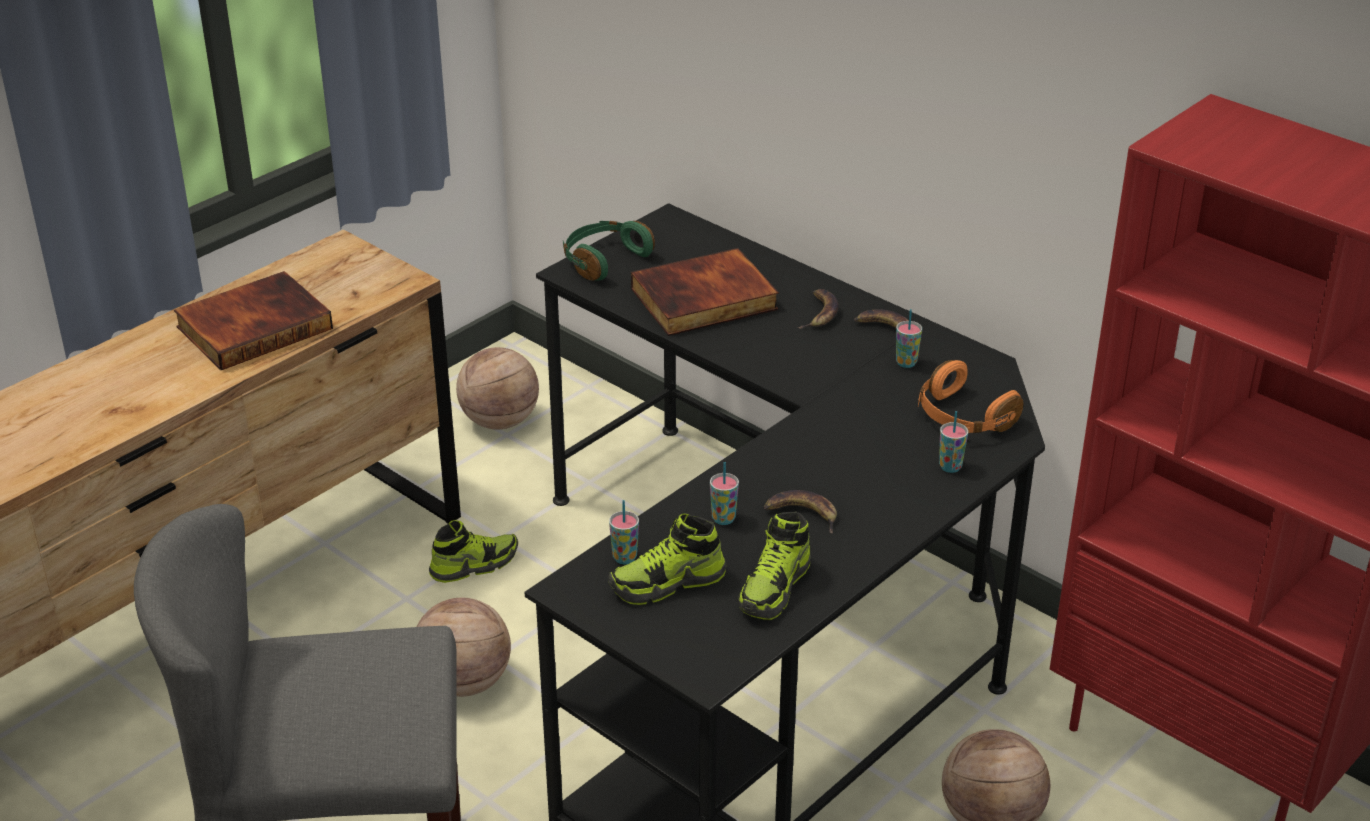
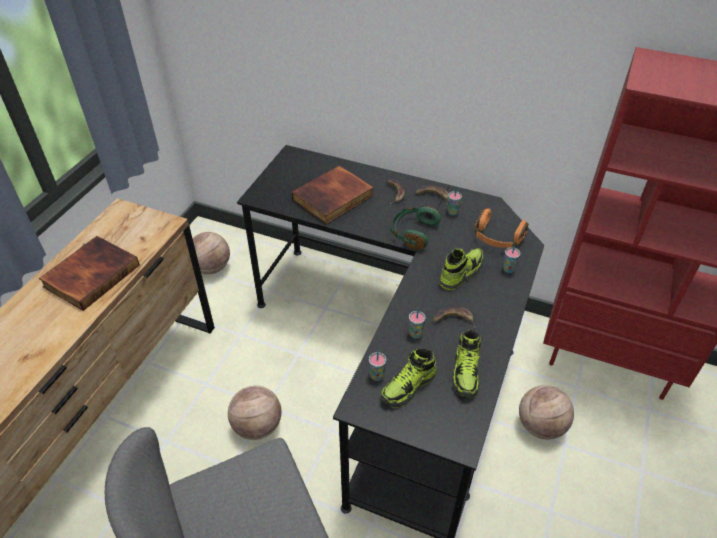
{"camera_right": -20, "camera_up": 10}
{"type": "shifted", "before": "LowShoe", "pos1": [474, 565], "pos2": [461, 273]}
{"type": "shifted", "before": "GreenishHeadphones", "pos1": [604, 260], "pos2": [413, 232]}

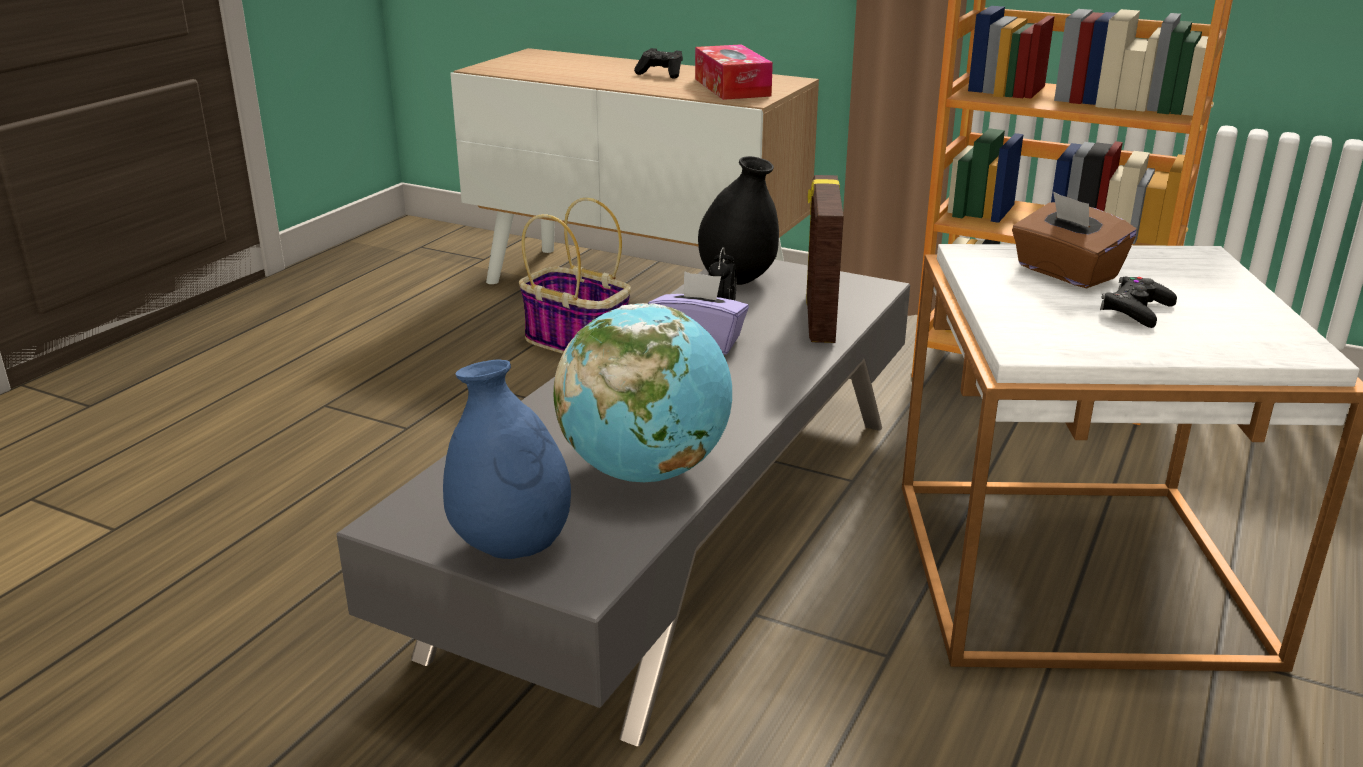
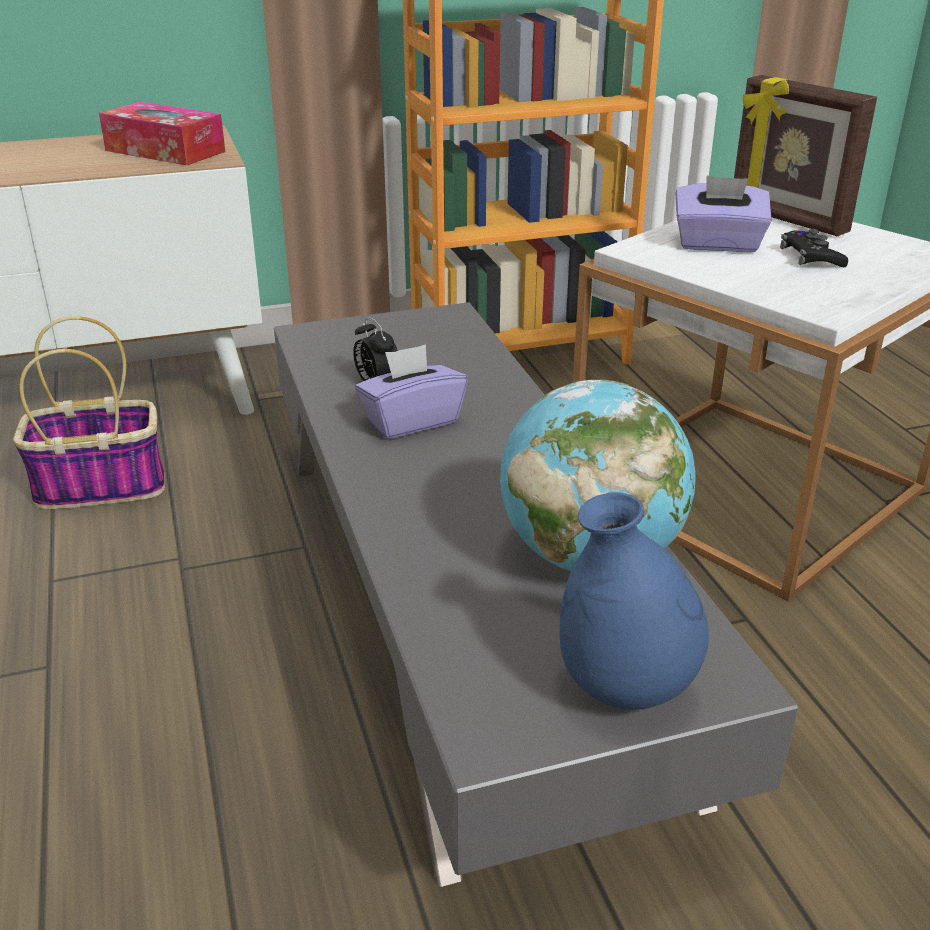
{"camera_right": -45, "camera_up": 5}
{"type": "gone", "before": "BlackGameController", "pos1": [661, 74]}
{"type": "gone", "before": "BlackVase", "pos1": [737, 279]}
{"type": "shifted", "before": "PictureFrame", "pos1": [818, 318], "pos2": [786, 220]}
{"type": "repainted", "before": "BrownTissueBox", "after": "PurpleColouredTissueBox", "pos1": [1065, 273], "pos2": [717, 244]}

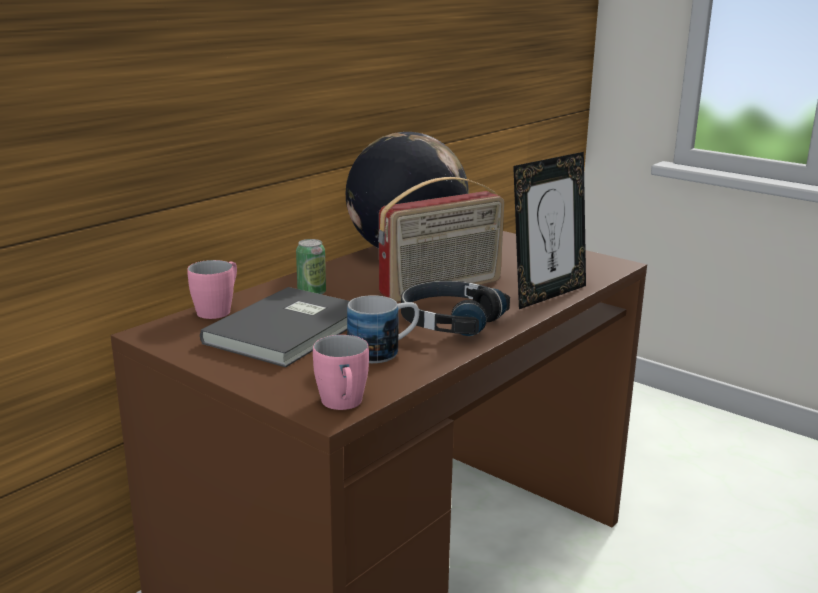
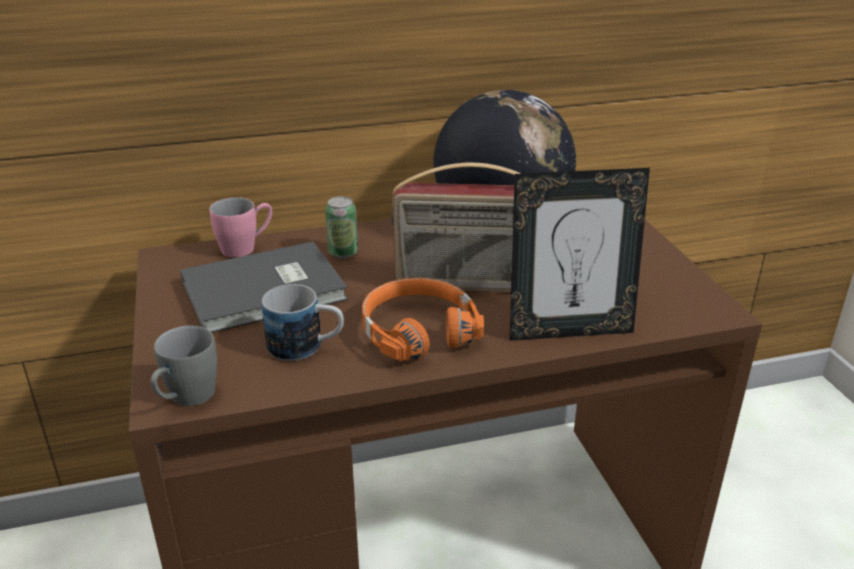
{"camera_right": 35, "camera_up": 10}
{"type": "repainted", "before": "PinkColouredCoffeeMug", "after": "GrayCoffeeMug", "pos1": [344, 405], "pos2": [186, 399]}
{"type": "repainted", "before": "BlackHeadphones", "after": "OrangeHeadphones", "pos1": [449, 321], "pos2": [418, 331]}

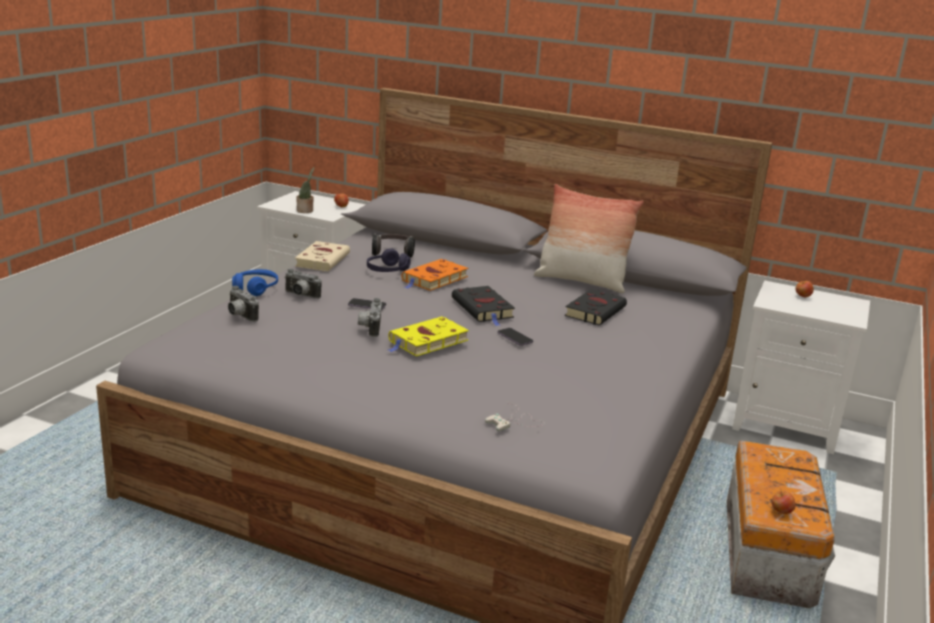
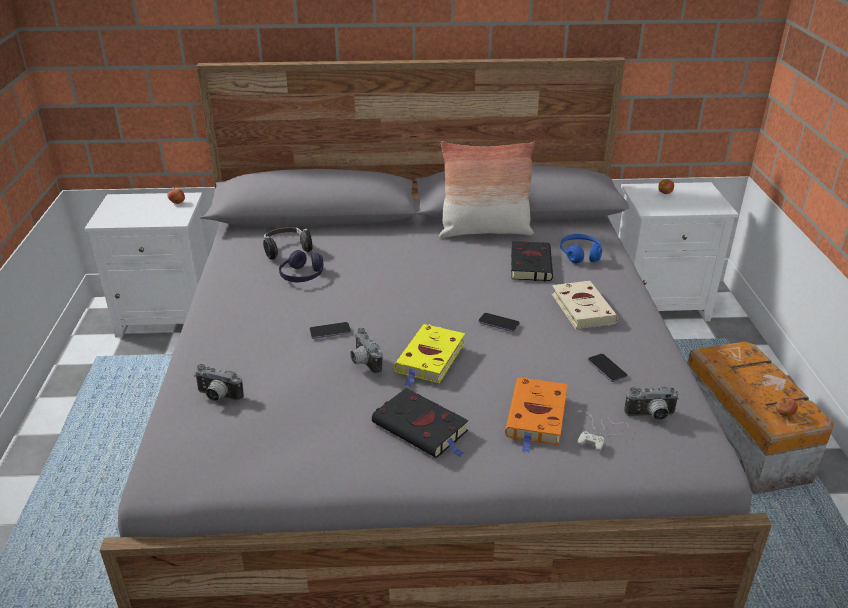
{"camera_right": -25, "camera_up": 10}
{"type": "shifted", "before": "BluishHeadphones", "pos1": [255, 288], "pos2": [580, 255]}
{"type": "shifted", "before": "PhotoCamera", "pos1": [300, 295], "pos2": [651, 416]}
{"type": "shifted", "before": "SandColouredVolume", "pos1": [323, 260], "pos2": [581, 307]}
{"type": "gone", "before": "PlantInAPot", "pos1": [306, 211]}
{"type": "shifted", "before": "OrangeVolume", "pos1": [434, 279], "pos2": [537, 417]}
{"type": "shifted", "before": "BlackVolume", "pos1": [483, 309], "pos2": [422, 428]}
{"type": "new", "after": "Phone", "pos2": [607, 369]}

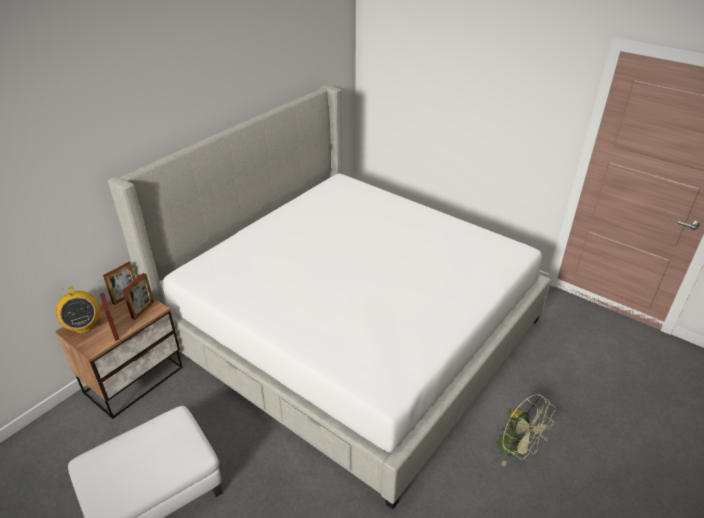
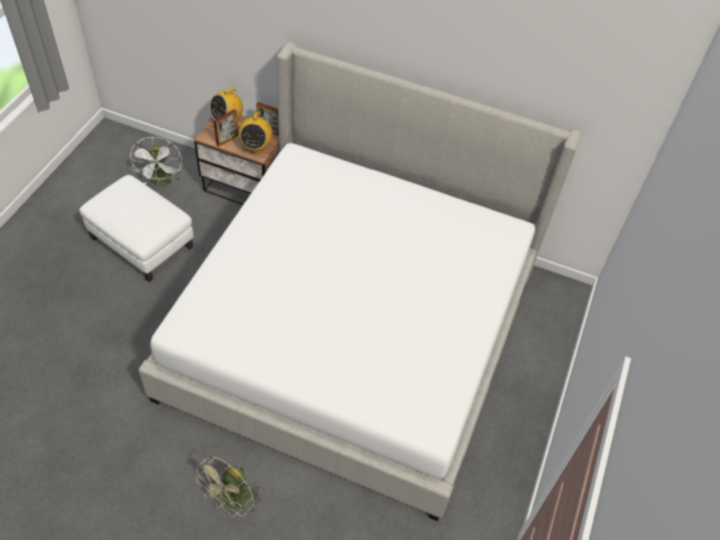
{"camera_right": 70, "camera_up": 15}
{"type": "swapped", "before": "PictureFrame", "after": "RadioReceiver", "pos1": [143, 310], "pos2": [256, 147]}
{"type": "new", "after": "WhiteColouredCoolingFan", "pos2": [162, 182]}

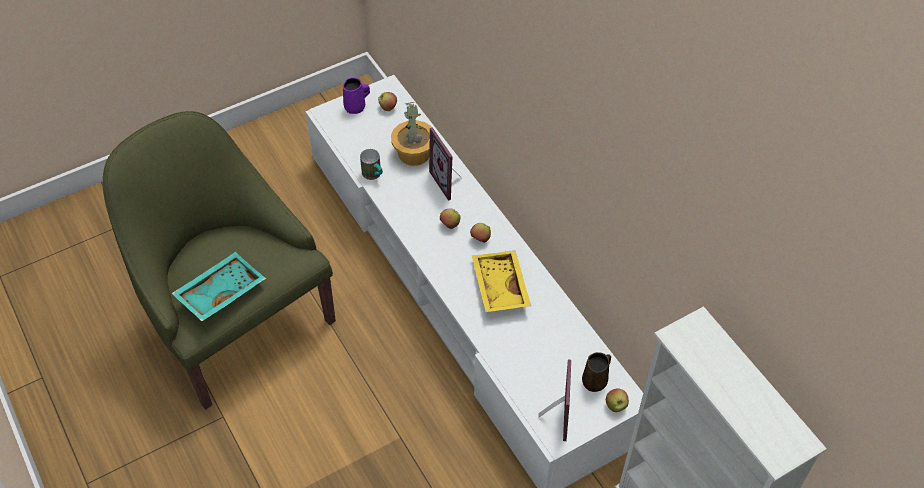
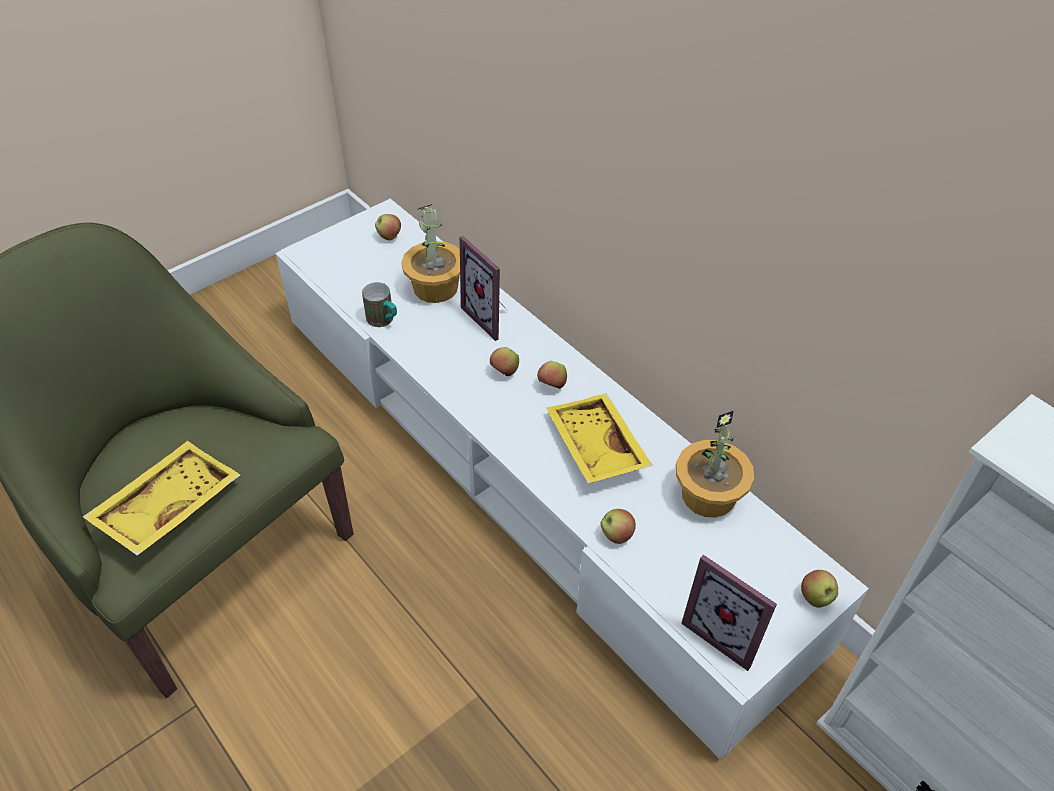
{"camera_right": -10, "camera_up": -5}
{"type": "repainted", "before": "TurquoiseColouredTray", "after": "YellowColouredTray", "pos1": [220, 291], "pos2": [167, 505]}
{"type": "gone", "before": "PurpleColouredCoffeeMug", "pos1": [356, 107]}
{"type": "rotated", "before": "PictureFrame", "pos1": [552, 417], "pos2": [726, 631], "turn": 135}
{"type": "gone", "before": "BrownCoffeeMug", "pos1": [595, 381]}
{"type": "new", "after": "Apple", "pos2": [616, 535]}
{"type": "new", "after": "PlantInAPot", "pos2": [709, 495]}

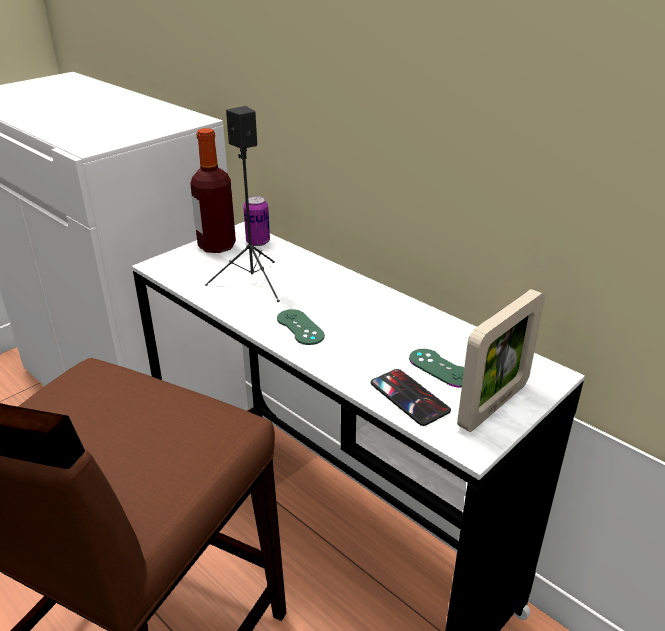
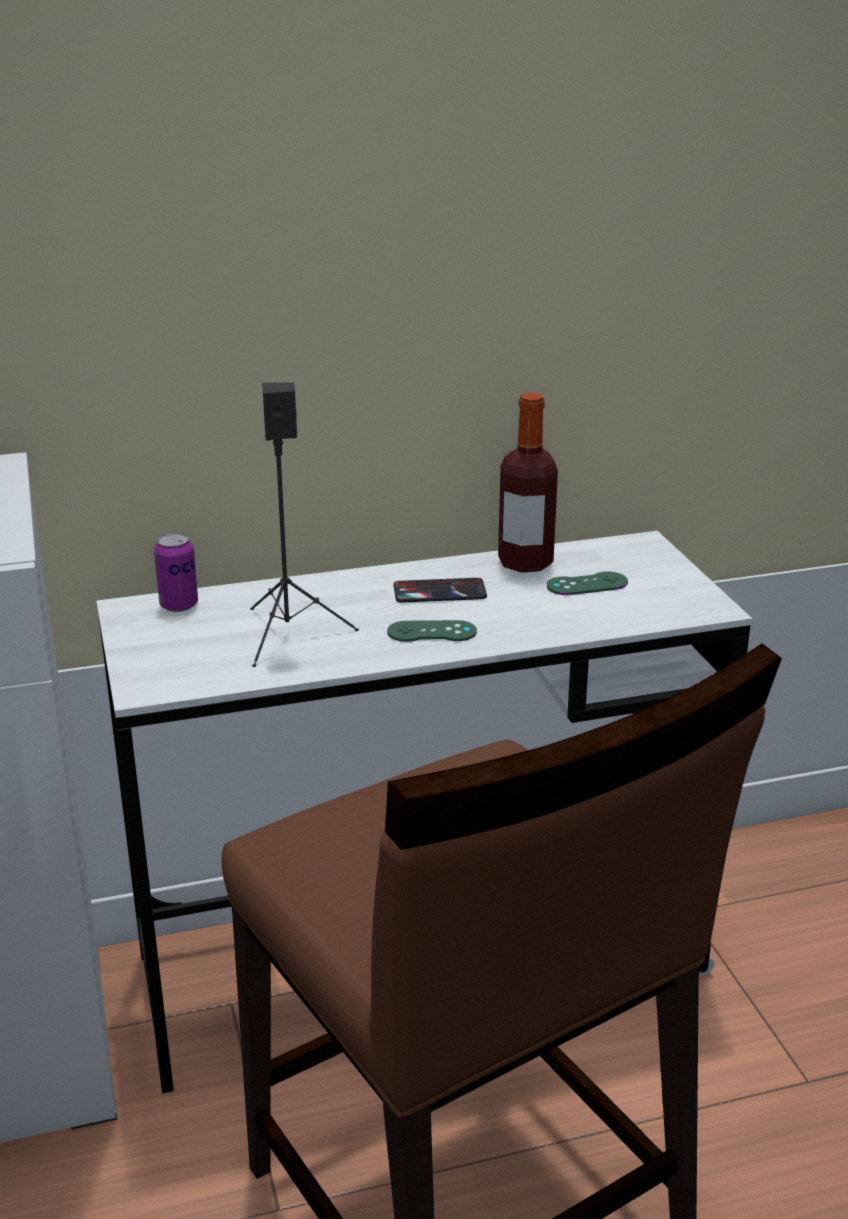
{"camera_right": -60, "camera_up": -5}
{"type": "shifted", "before": "Bottle", "pos1": [217, 246], "pos2": [525, 563]}
{"type": "shifted", "before": "Phone", "pos1": [409, 397], "pos2": [439, 591]}
{"type": "gone", "before": "PictureFrame", "pos1": [493, 405]}

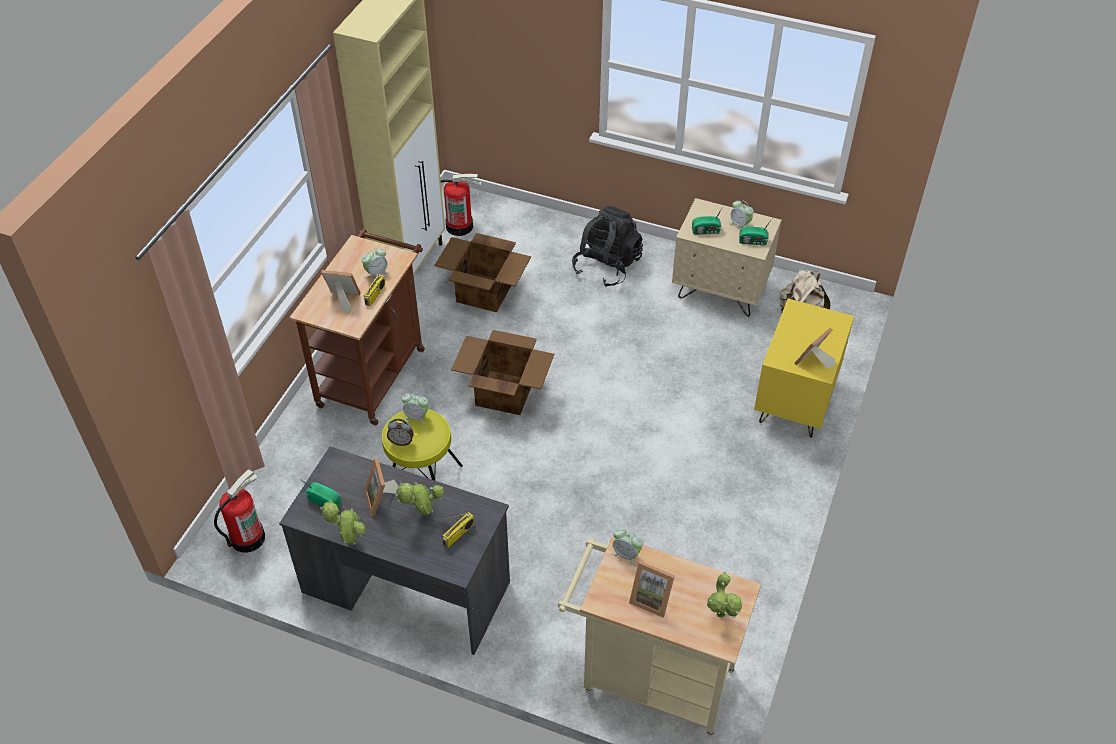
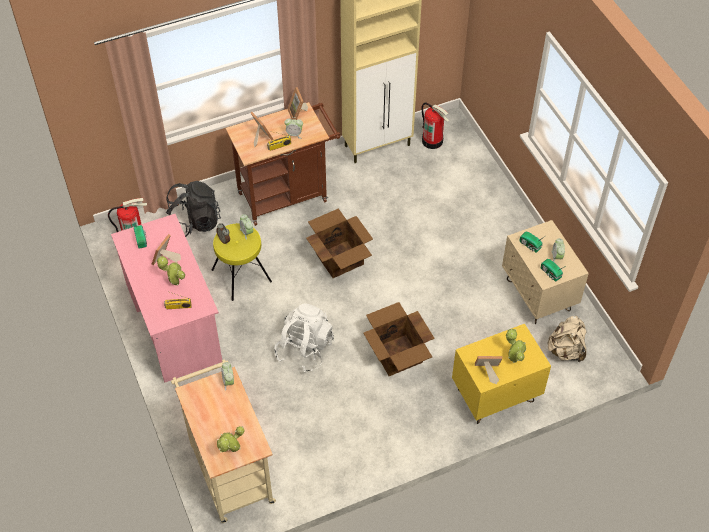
{"camera_right": 45, "camera_up": 5}
{"type": "repainted", "before": "GrayDesk", "after": "PinkColouredDesk", "pos1": [406, 587], "pos2": [173, 322]}
{"type": "shifted", "before": "PlantInAPot", "pos1": [350, 541], "pos2": [513, 359]}
{"type": "shifted", "before": "PackingBox", "pos1": [485, 292], "pos2": [397, 356]}
{"type": "shifted", "before": "BlackRucksack", "pos1": [607, 266], "pos2": [194, 222]}
{"type": "shifted", "before": "PictureFrame", "pos1": [652, 598], "pos2": [298, 114]}
{"type": "new", "after": "WhiteColouredRucksack", "pos2": [304, 349]}

